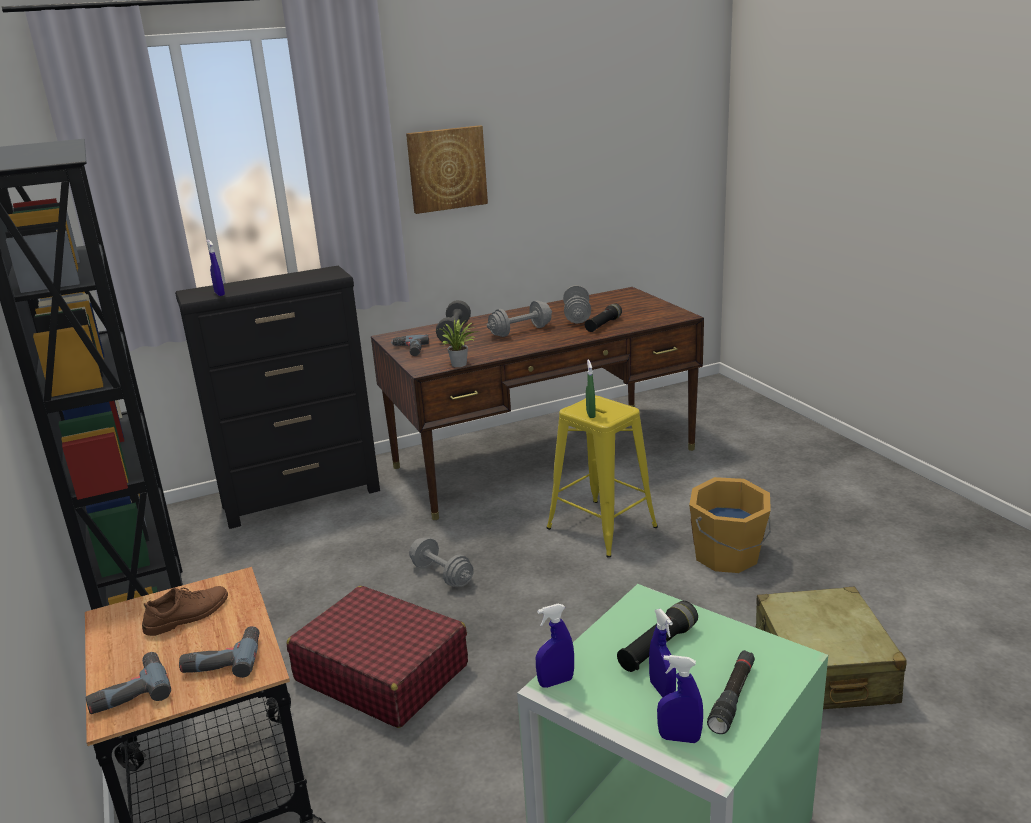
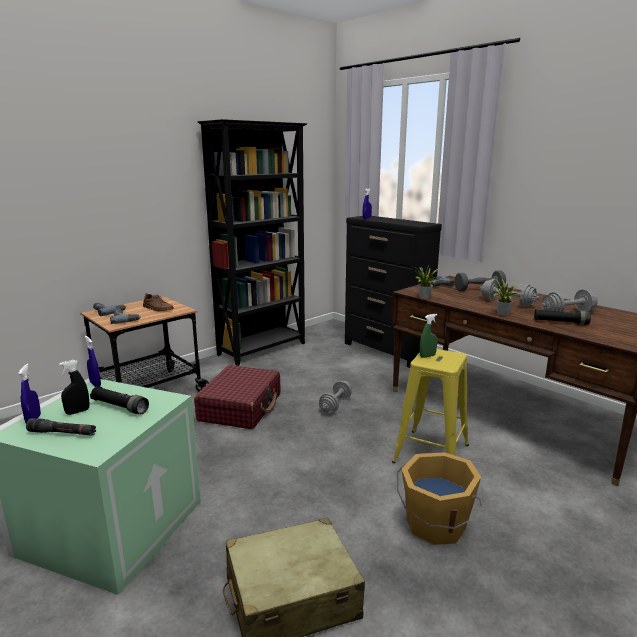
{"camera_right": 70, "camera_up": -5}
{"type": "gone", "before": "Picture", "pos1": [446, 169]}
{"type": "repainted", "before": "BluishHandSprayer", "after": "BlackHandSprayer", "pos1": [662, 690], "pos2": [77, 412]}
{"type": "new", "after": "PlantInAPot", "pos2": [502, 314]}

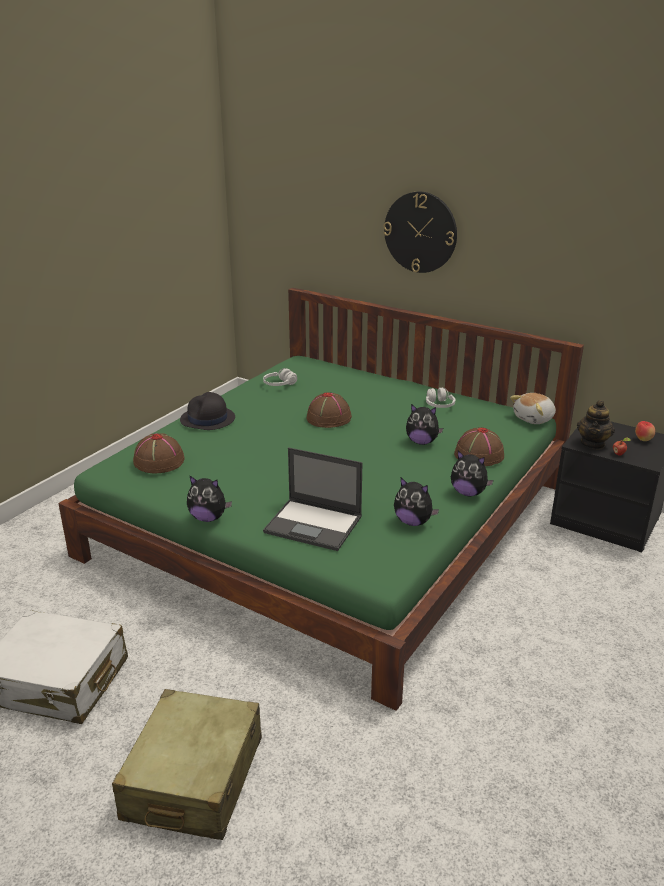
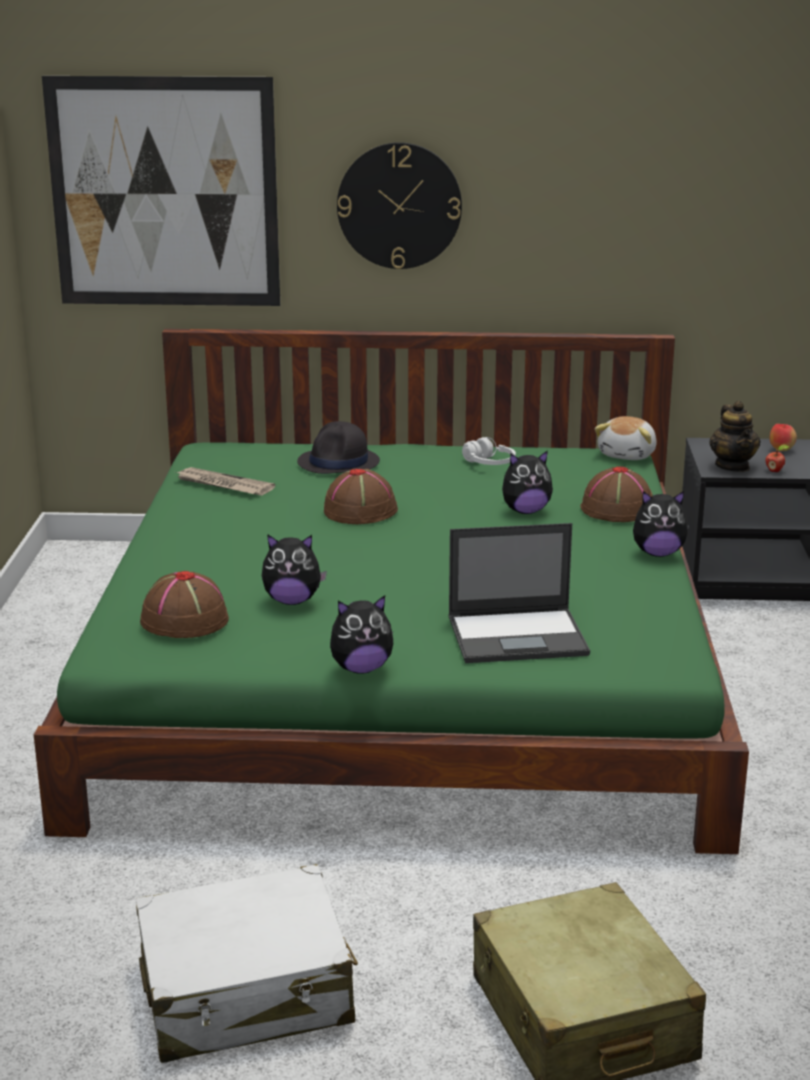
{"camera_right": -30, "camera_up": -5}
{"type": "shifted", "before": "BlackWearableHat", "pos1": [207, 419], "pos2": [339, 463]}
{"type": "swapped", "before": "WhiteColouredHeadphones", "after": "DailyPaper", "pos1": [279, 384], "pos2": [223, 485]}
{"type": "shifted", "before": "PlushToy", "pos1": [413, 522], "pos2": [292, 601]}
{"type": "new", "after": "Picture", "pos2": [164, 193]}

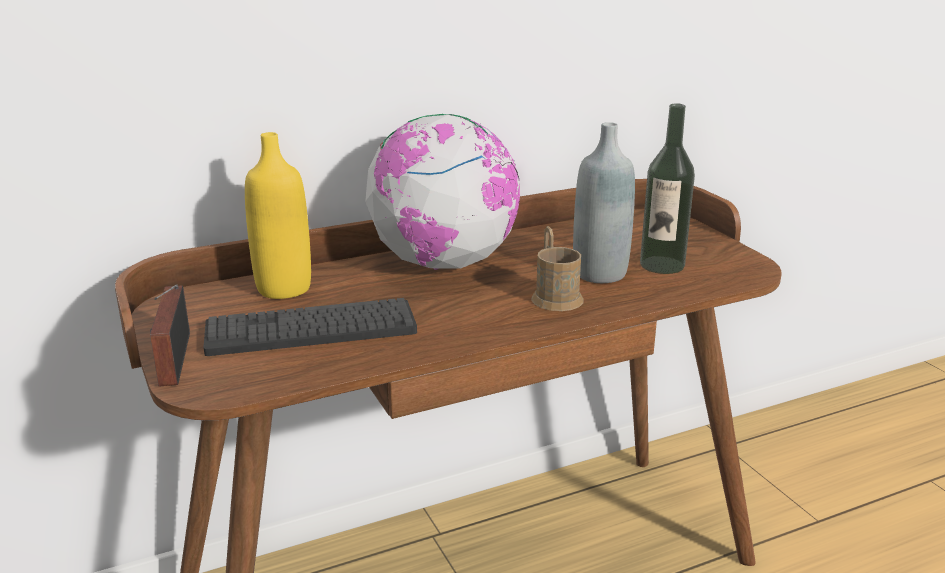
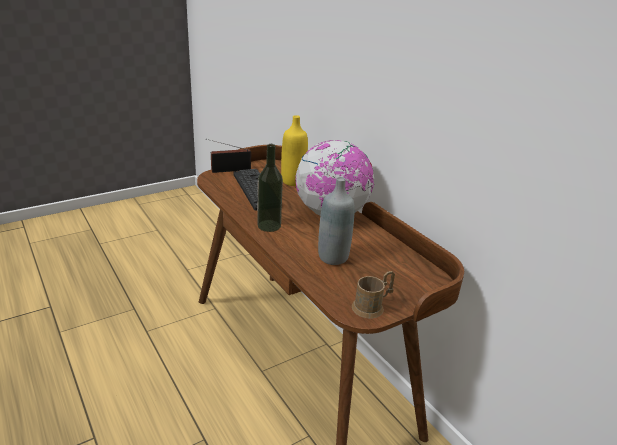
{"camera_right": 80, "camera_up": 5}
{"type": "shifted", "before": "BrownCoffeeMug", "pos1": [554, 296], "pos2": [372, 306]}
{"type": "shifted", "before": "Bottle", "pos1": [662, 265], "pos2": [269, 226]}

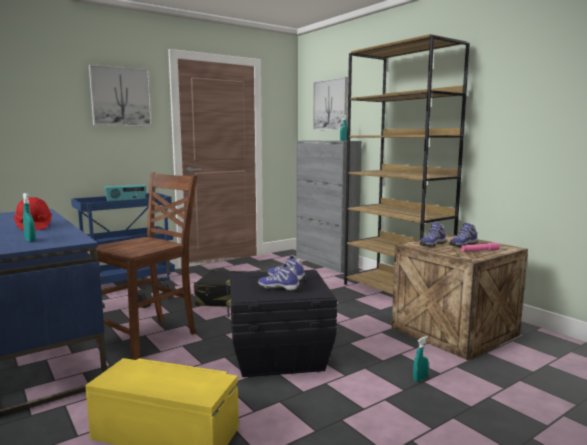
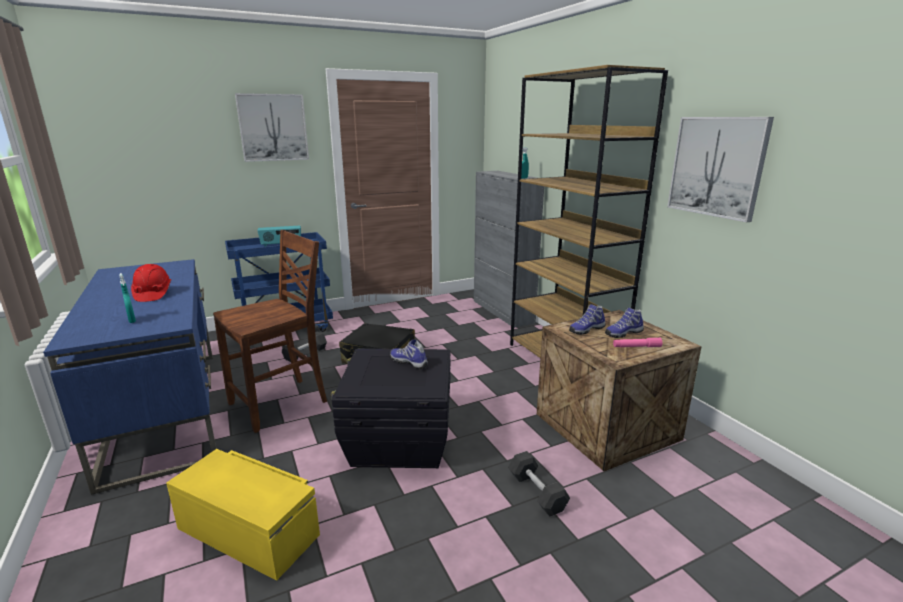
{"camera_right": 10, "camera_up": 10}
{"type": "gone", "before": "LowShoe", "pos1": [279, 288]}
{"type": "shifted", "before": "Picture", "pos1": [330, 105], "pos2": [717, 166]}
{"type": "swapped", "before": "TurquoiseColouredHandSprayer", "after": "GrayHandWeight", "pos1": [420, 379], "pos2": [537, 492]}

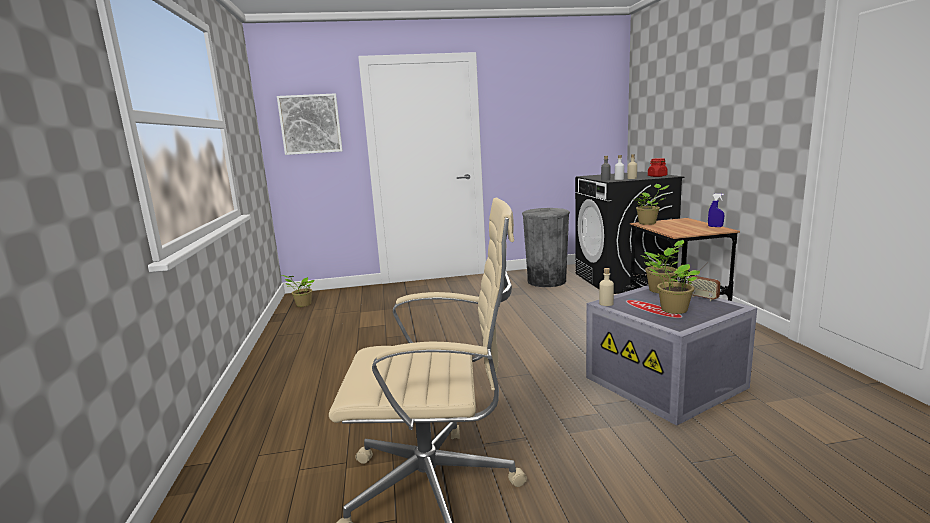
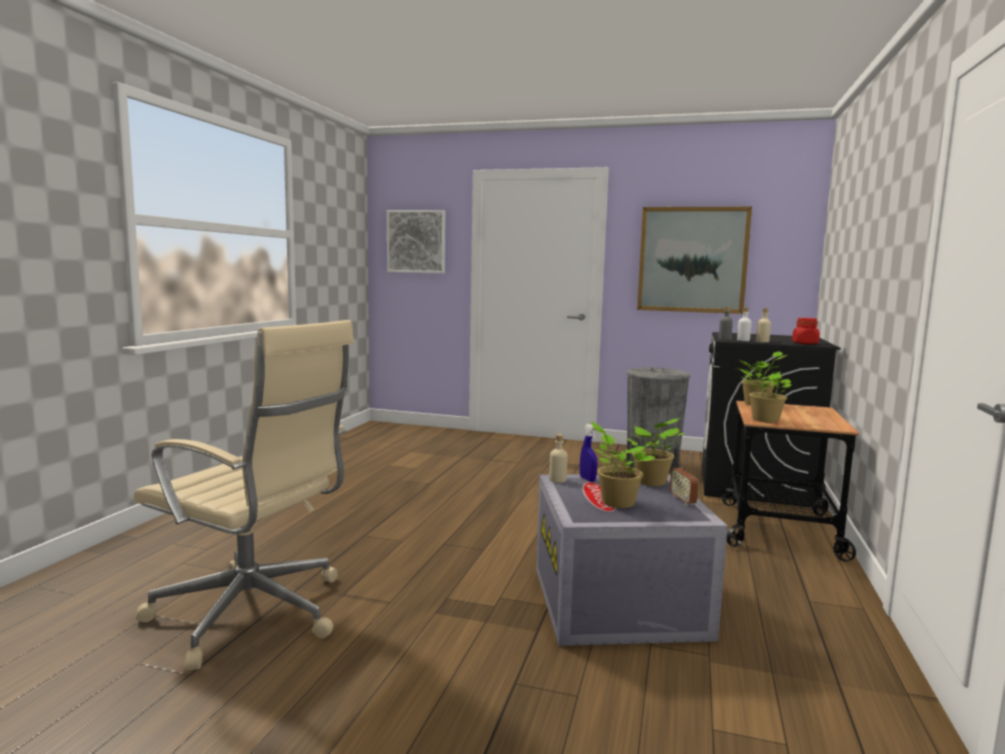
{"camera_right": 25, "camera_up": -5}
{"type": "shifted", "before": "PlantInAPot", "pos1": [302, 304], "pos2": [763, 420]}
{"type": "shifted", "before": "BluishHandSprayer", "pos1": [715, 226], "pos2": [587, 479]}
{"type": "new", "after": "Picture", "pos2": [692, 260]}

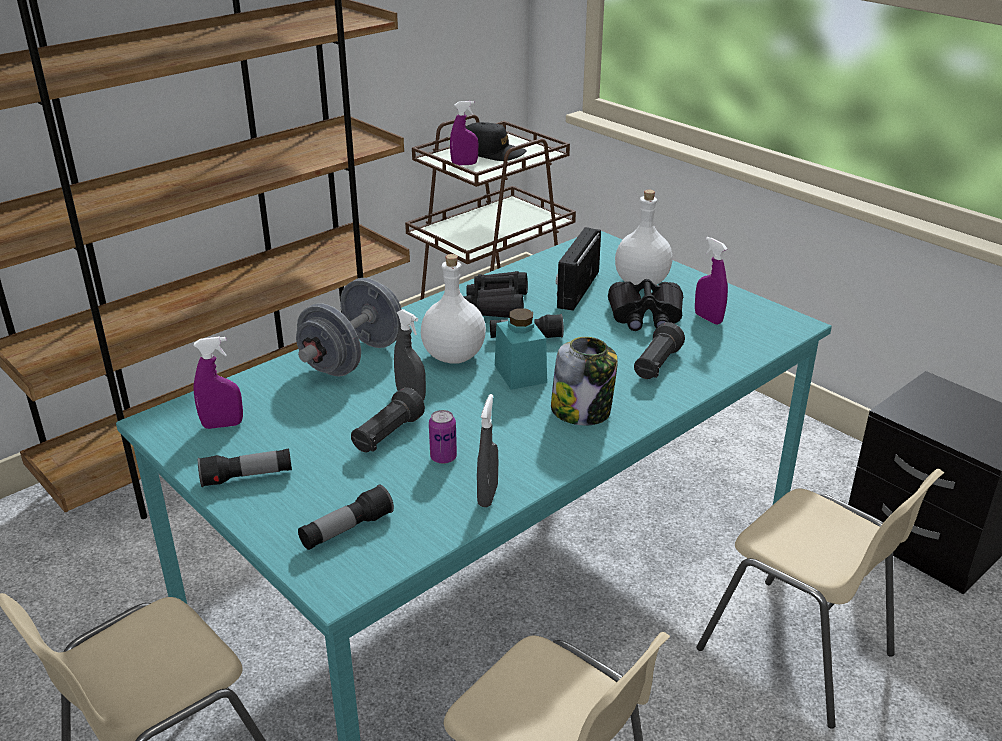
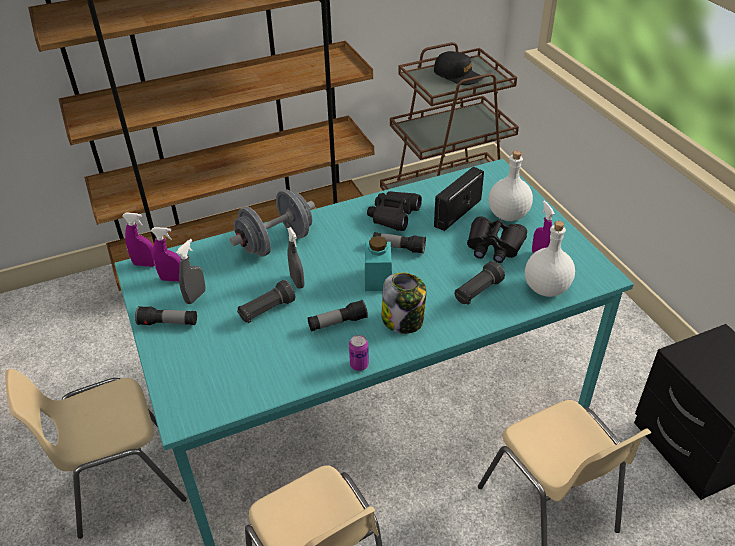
{"camera_right": 20, "camera_up": 10}
{"type": "shifted", "before": "Torch", "pos1": [346, 530], "pos2": [337, 323]}
{"type": "shifted", "before": "WhiteColouredBottle", "pos1": [454, 357], "pos2": [547, 289]}
{"type": "shifted", "before": "Can", "pos1": [443, 457], "pos2": [359, 365]}
{"type": "shifted", "before": "PurpleColouredHandSprayer", "pos1": [464, 164], "pos2": [145, 264]}
{"type": "shifted", "before": "GrayHandSprayer", "pos1": [487, 495], "pos2": [195, 296]}

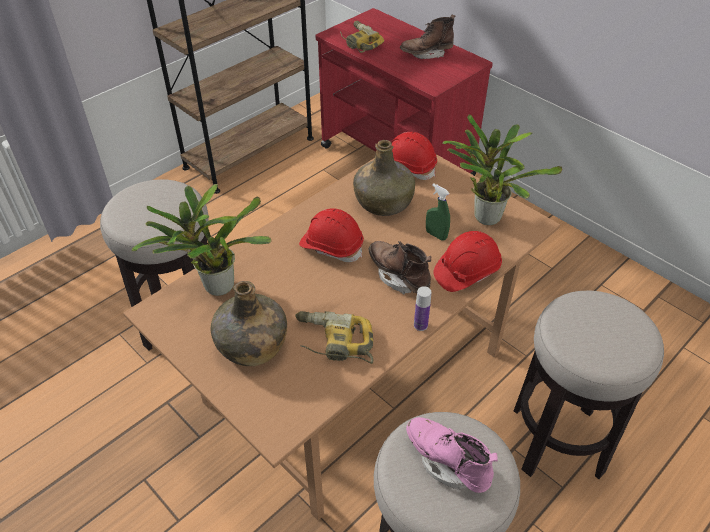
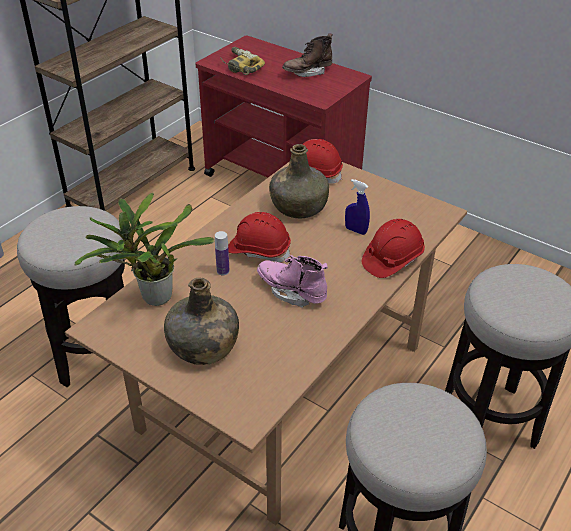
{"camera_right": -10, "camera_up": -5}
{"type": "gone", "before": "PowerDrill", "pos1": [333, 342]}
{"type": "gone", "before": "BrownTallBoot", "pos1": [398, 276]}
{"type": "shifted", "before": "PinkColouredTallBoot", "pos1": [447, 462], "pos2": [292, 291]}
{"type": "shifted", "before": "Bottle", "pos1": [420, 325], "pos2": [223, 271]}
{"type": "repainted", "before": "GreenishHandSprayer", "after": "BluishHandSprayer", "pos1": [436, 235], "pos2": [355, 230]}
{"type": "gone", "before": "PlantInAPot", "pos1": [485, 215]}

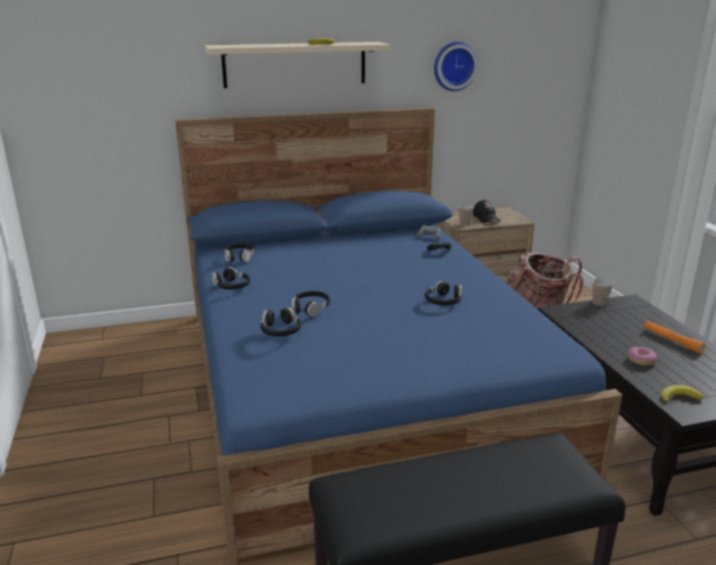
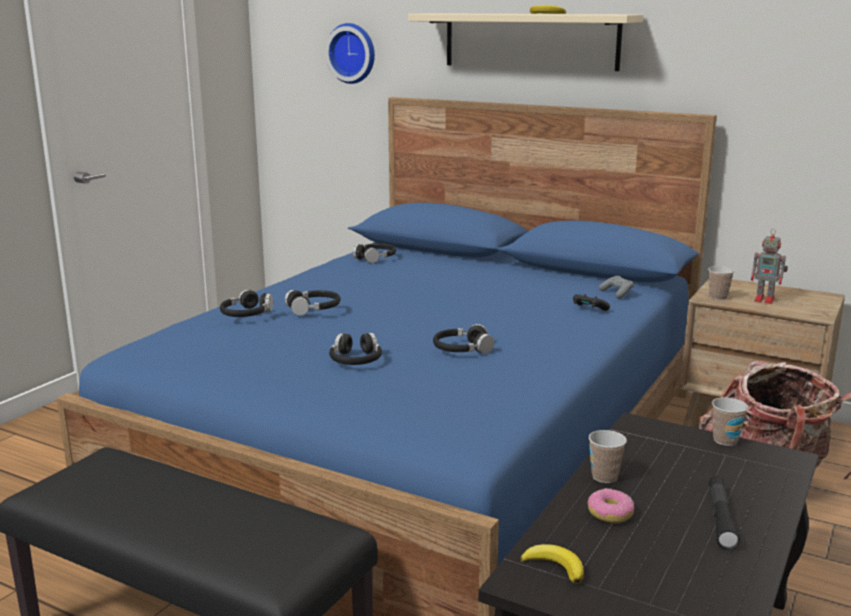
{"camera_right": 45, "camera_up": -5}
{"type": "shifted", "before": "BlackHeadphones", "pos1": [231, 286], "pos2": [355, 360]}
{"type": "shifted", "before": "ClockOnTheWall", "pos1": [454, 66], "pos2": [352, 53]}
{"type": "swapped", "before": "BlackCap", "after": "RobotFigure", "pos1": [486, 219], "pos2": [765, 300]}
{"type": "repainted", "before": "OrangeTorch", "after": "BlackTorch", "pos1": [672, 341], "pos2": [720, 518]}
{"type": "new", "after": "SmallCup", "pos2": [604, 477]}

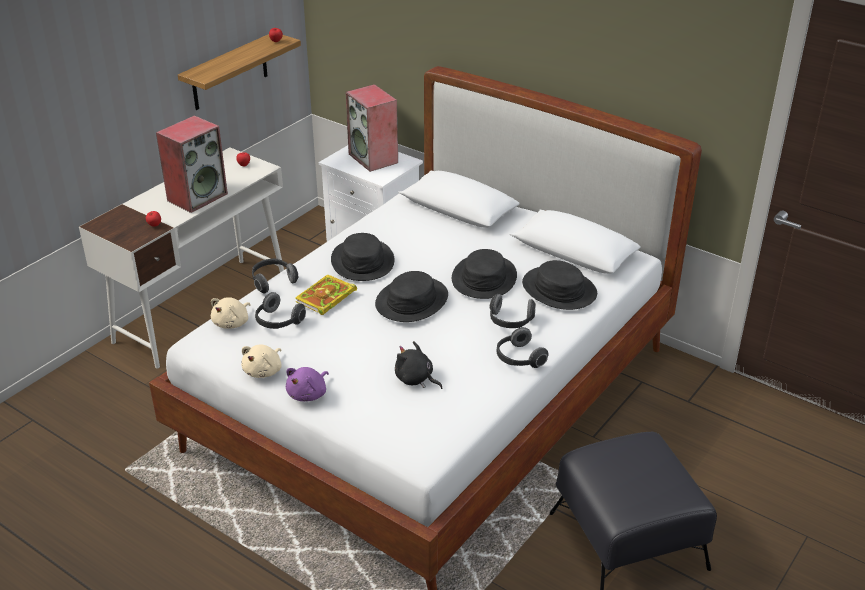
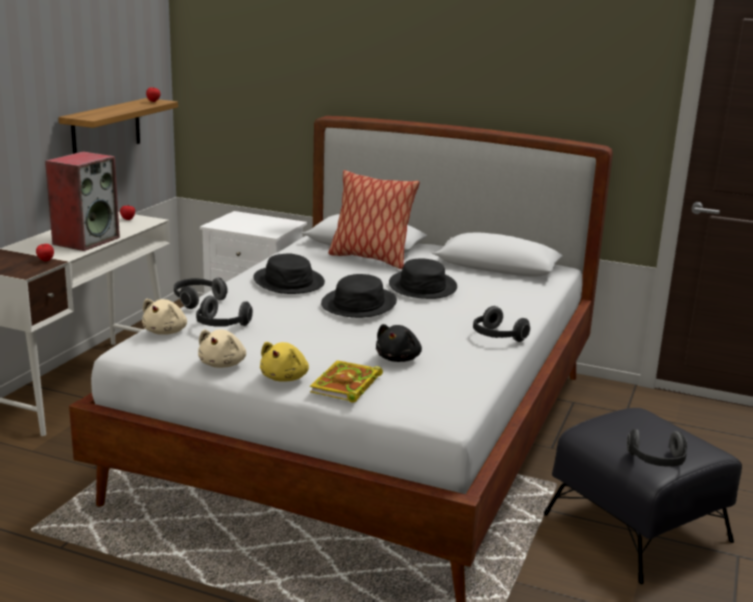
{"camera_right": -15, "camera_up": -15}
{"type": "repainted", "before": "PurpleColouredPlushToy", "after": "YellowColouredPlushToy", "pos1": [308, 394], "pos2": [285, 378]}
{"type": "shifted", "before": "Volume", "pos1": [325, 298], "pos2": [346, 386]}
{"type": "gone", "before": "Loudspeaker", "pos1": [374, 158]}
{"type": "rotated", "before": "BlackPlushToy", "pos1": [415, 379], "pos2": [399, 358], "turn": -90}
{"type": "shifted", "before": "Headphones", "pos1": [510, 322], "pos2": [657, 462]}
{"type": "gone", "before": "BlackWearableHat", "pos1": [559, 289]}
{"type": "new", "after": "Cushion", "pos2": [370, 259]}

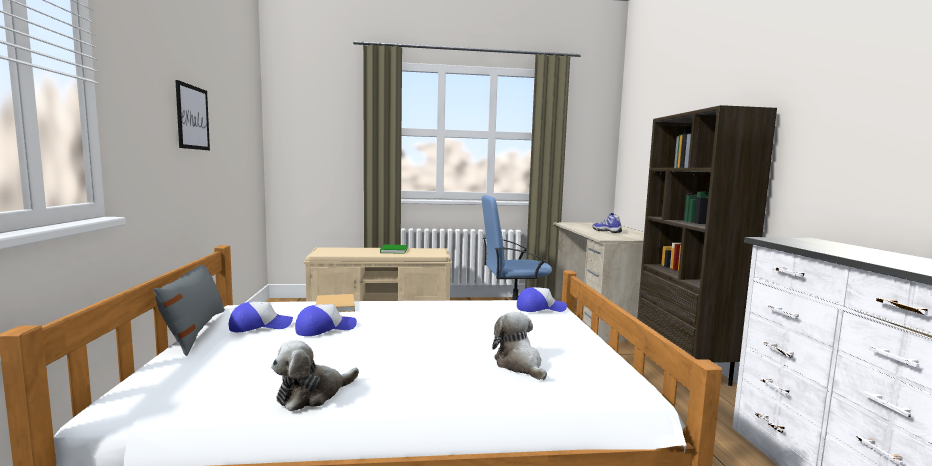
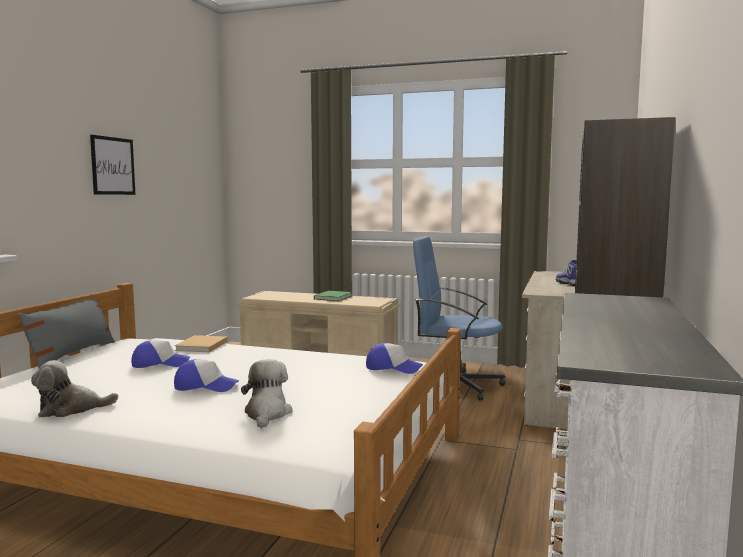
{"camera_right": 25, "camera_up": 0}
{"type": "shifted", "before": "Cap", "pos1": [260, 326], "pos2": [205, 386]}

